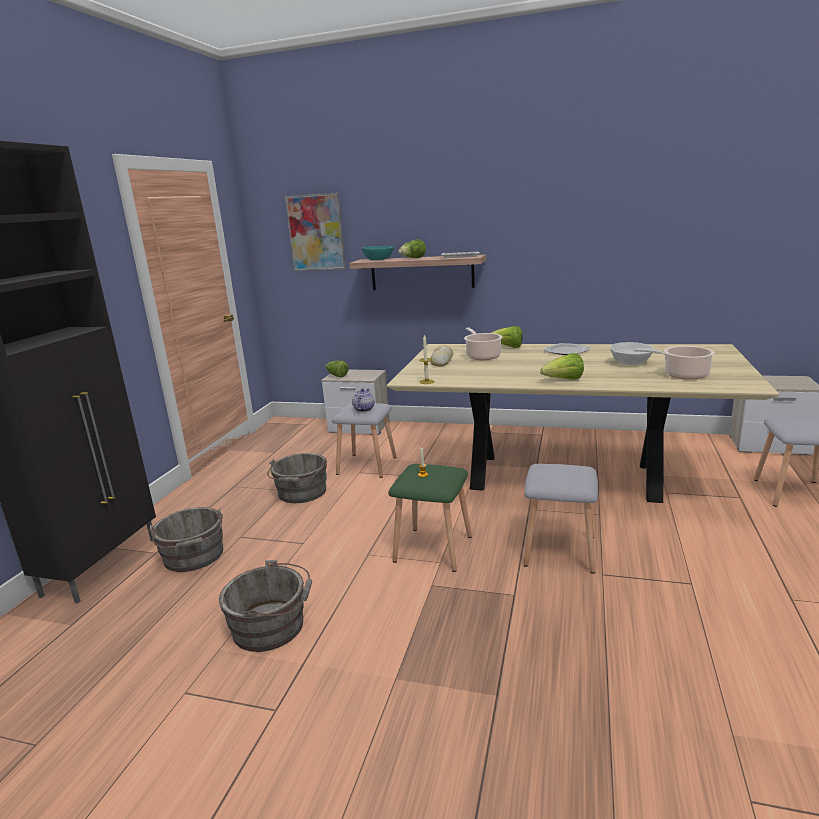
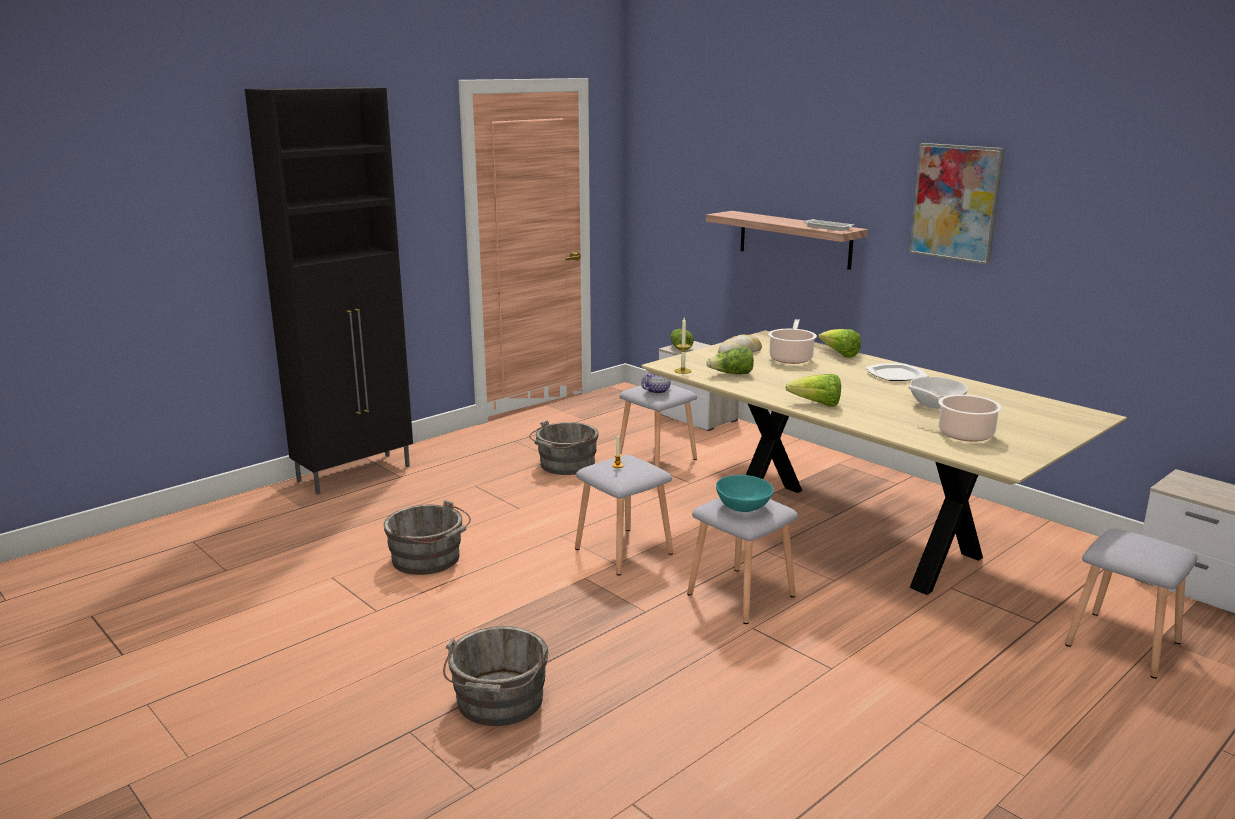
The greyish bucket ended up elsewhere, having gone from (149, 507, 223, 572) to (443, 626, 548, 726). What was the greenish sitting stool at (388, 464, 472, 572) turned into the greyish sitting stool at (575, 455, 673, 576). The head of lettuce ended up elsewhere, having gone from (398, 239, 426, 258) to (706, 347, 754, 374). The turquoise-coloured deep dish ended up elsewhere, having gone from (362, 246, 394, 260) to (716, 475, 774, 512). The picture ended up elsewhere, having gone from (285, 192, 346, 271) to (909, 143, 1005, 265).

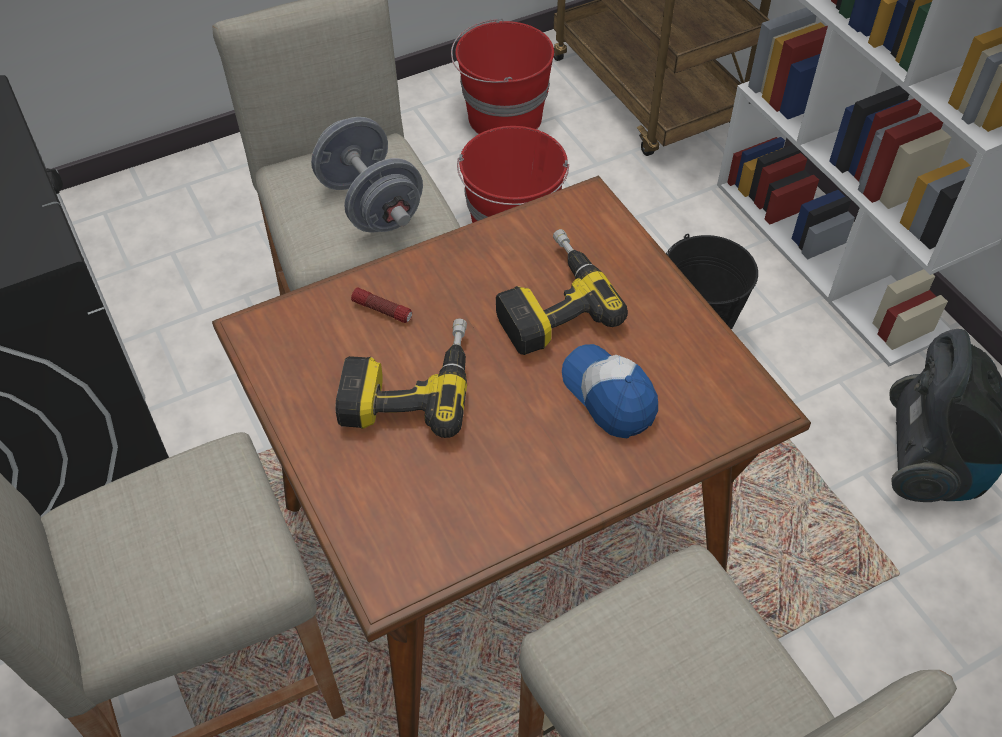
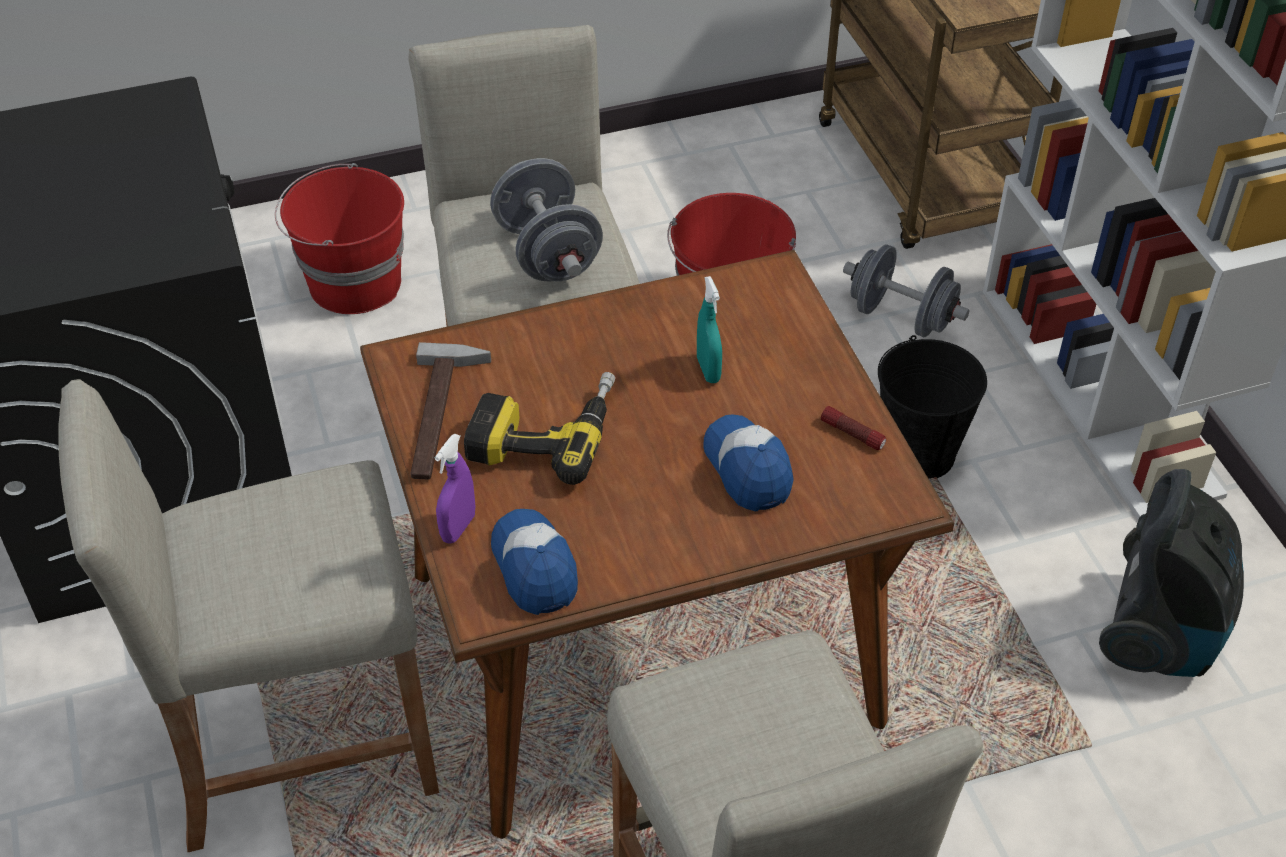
The red bucket ended up elsewhere, having gone from (451, 18, 554, 134) to (275, 163, 404, 314). The second view gained the tool hammer at (410, 342, 491, 479). The second view gained the purple-coloured spray bottle at (435, 434, 475, 543). The second view gained the cap at (491, 509, 578, 615). Where the power drill stood at (496, 229, 628, 355), the turquoise-coloured spray bottle came to stand at (697, 276, 722, 383). The flashlight ended up elsewhere, having gone from (351, 287, 412, 323) to (821, 406, 886, 450). The second view gained the greyish free weight at (843, 244, 970, 337).

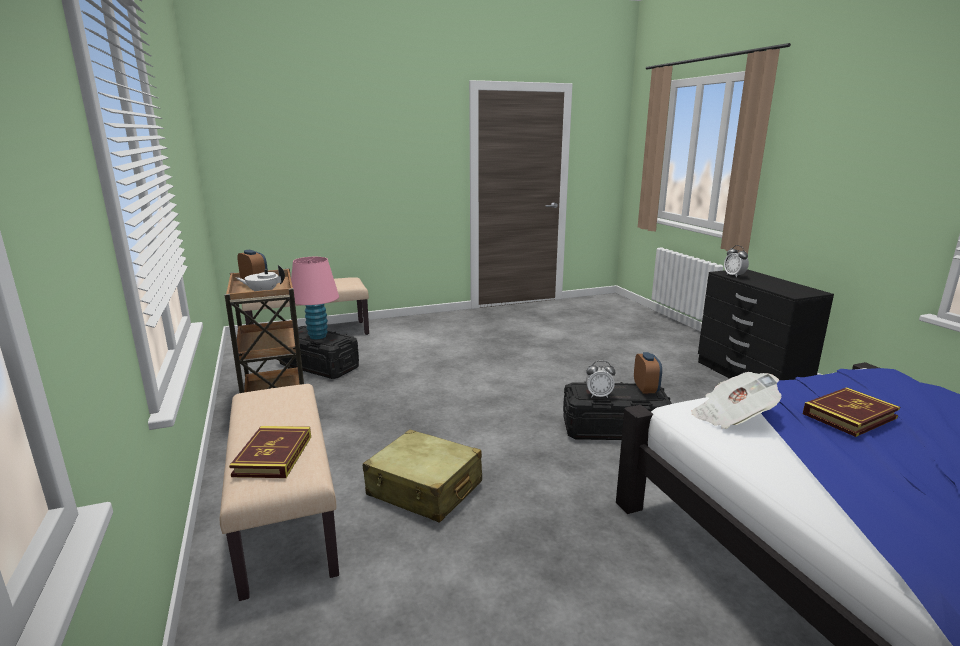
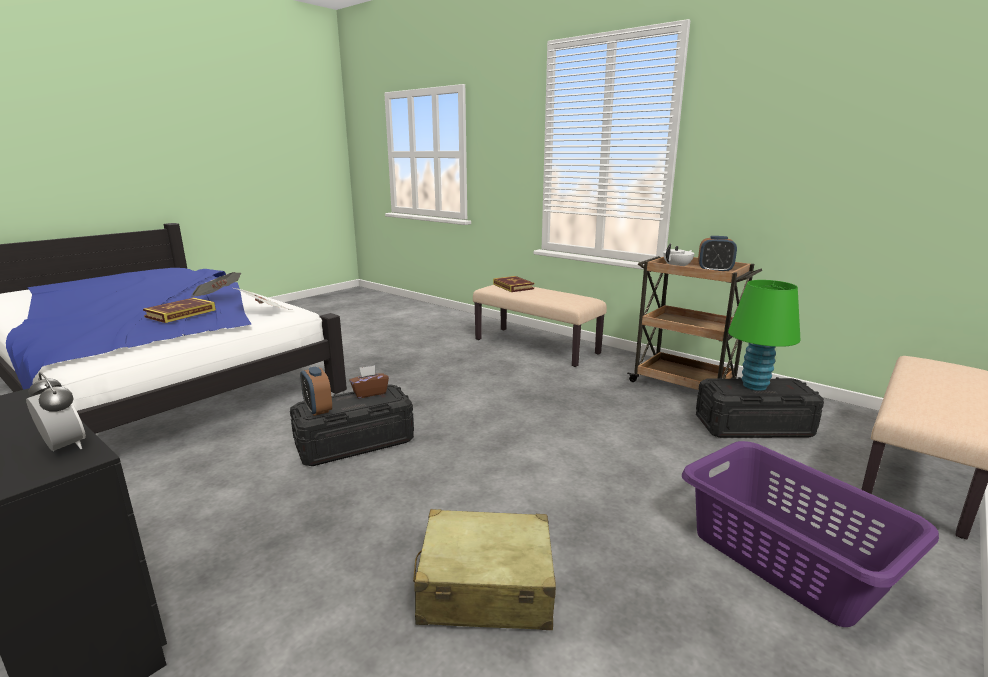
The second view gained the printed paper at (191, 272, 242, 297). Where the alarm clock stood at (586, 361, 616, 398), the brown tissue box came to stand at (349, 365, 389, 398). The sand-coloured travel case ended up elsewhere, having gone from (363, 429, 482, 523) to (413, 509, 556, 630). The second view gained the purple-coloured laundry basket at (682, 441, 939, 627). What was the pinkish tabletop lamp at (291, 257, 339, 339) turned into the greenish tabletop lamp at (728, 280, 801, 391).

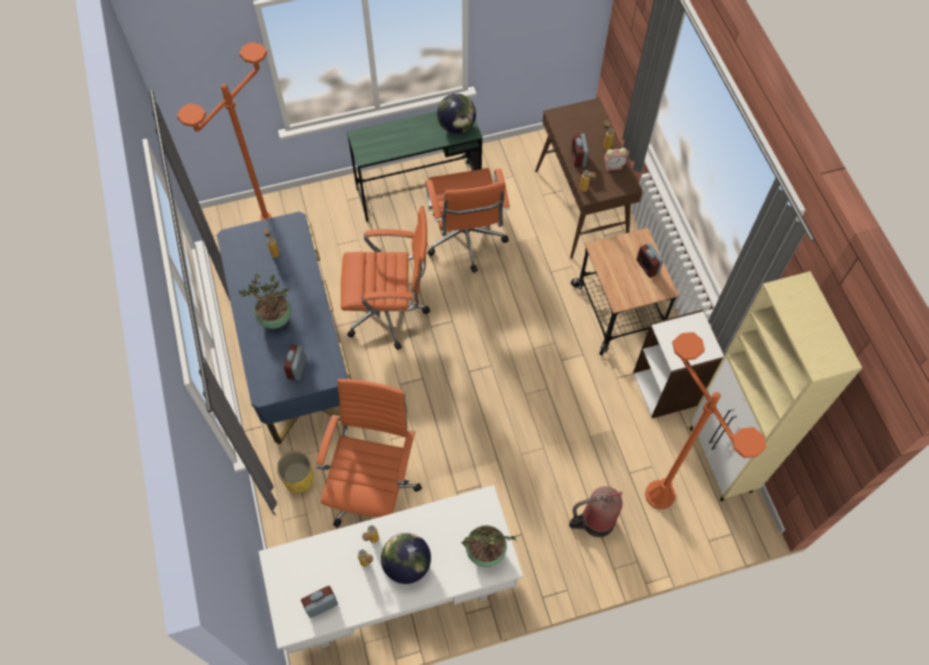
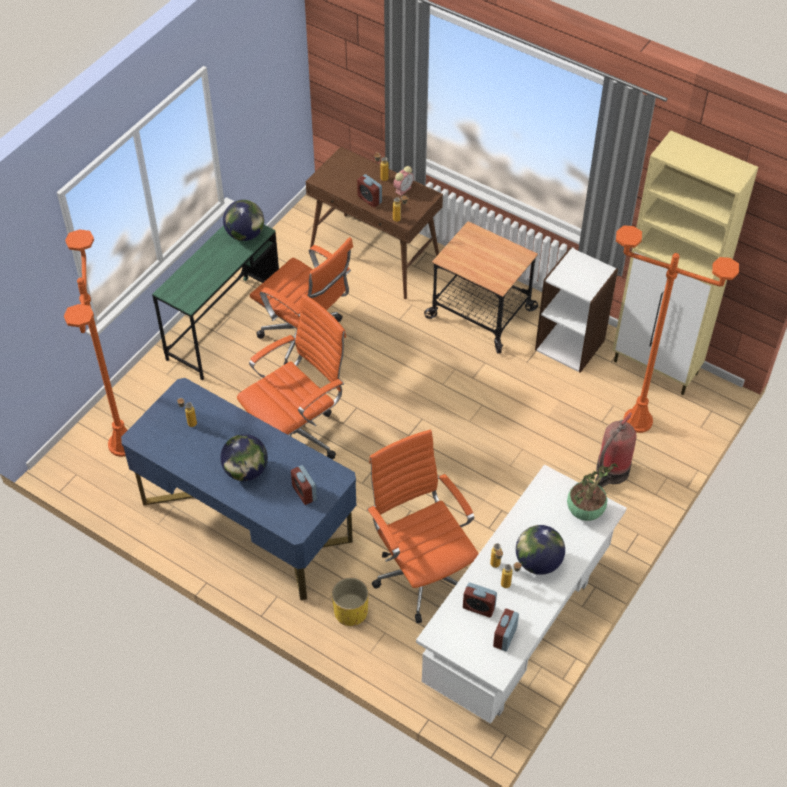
Where the potted plant stood at (239, 273, 291, 329), the globe came to stand at (220, 434, 268, 481). The alarm clock ended up elsewhere, having gone from (637, 243, 663, 278) to (463, 583, 497, 617).

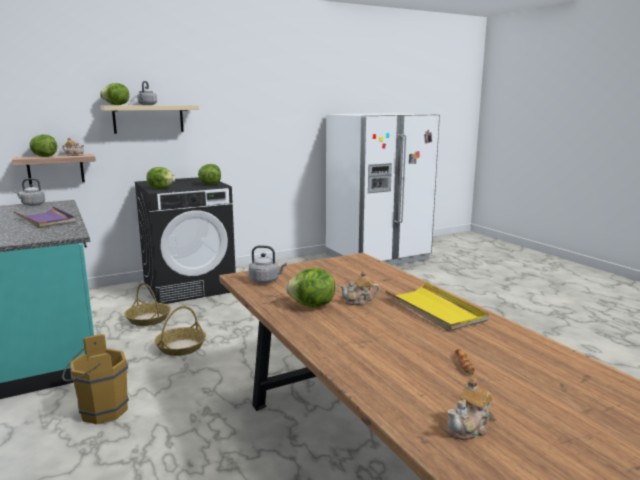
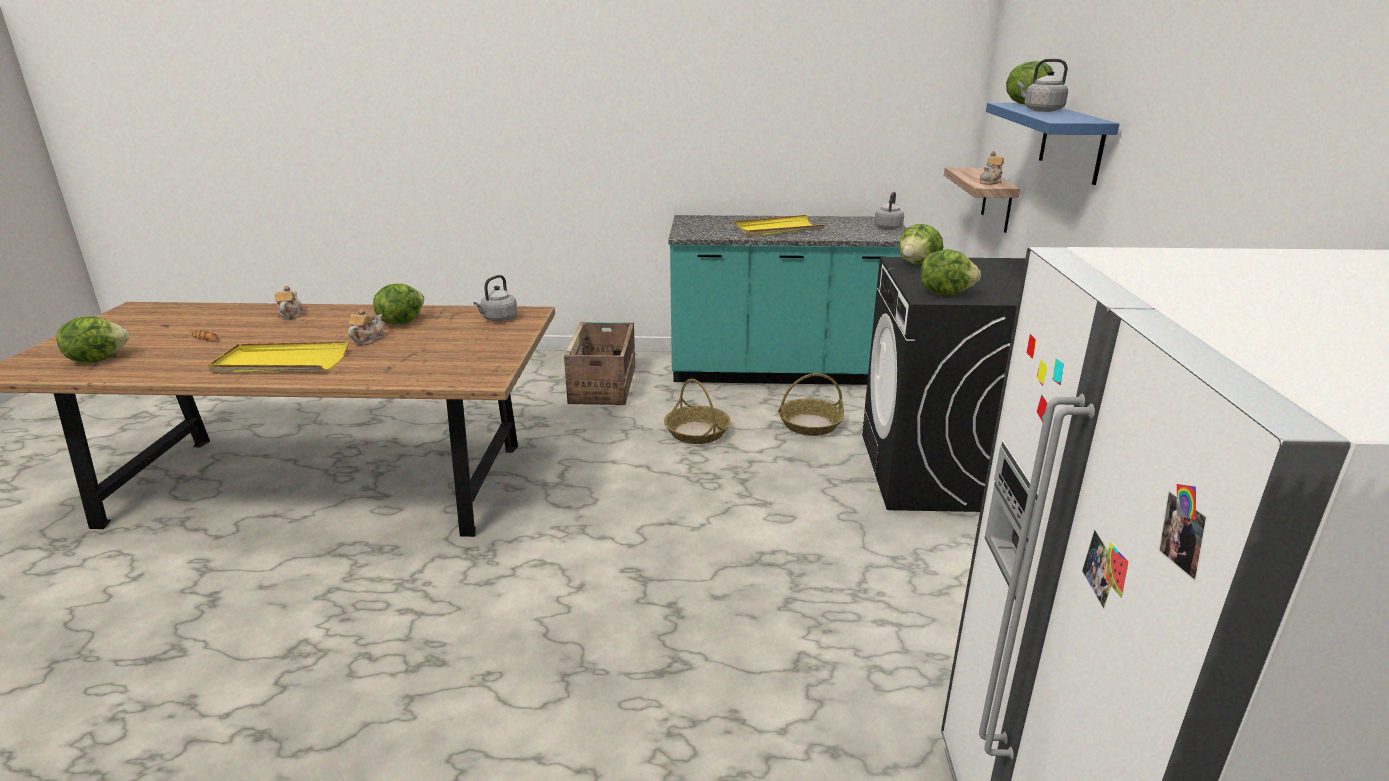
The head of lettuce ended up elsewhere, having gone from (30, 134, 57, 157) to (56, 317, 129, 363). The teapot ended up elsewhere, having gone from (446, 378, 493, 440) to (275, 286, 304, 320). Where the brown bucket stood at (62, 334, 129, 424), the crate came to stand at (564, 322, 635, 405). What was the purple-coloured serving tray at (13, 206, 76, 228) turned into the yellow serving tray at (734, 215, 825, 237). What was the sand-coloured wall shelf at (100, 105, 199, 134) turned into the blue-coloured wall shelf at (986, 103, 1119, 185).

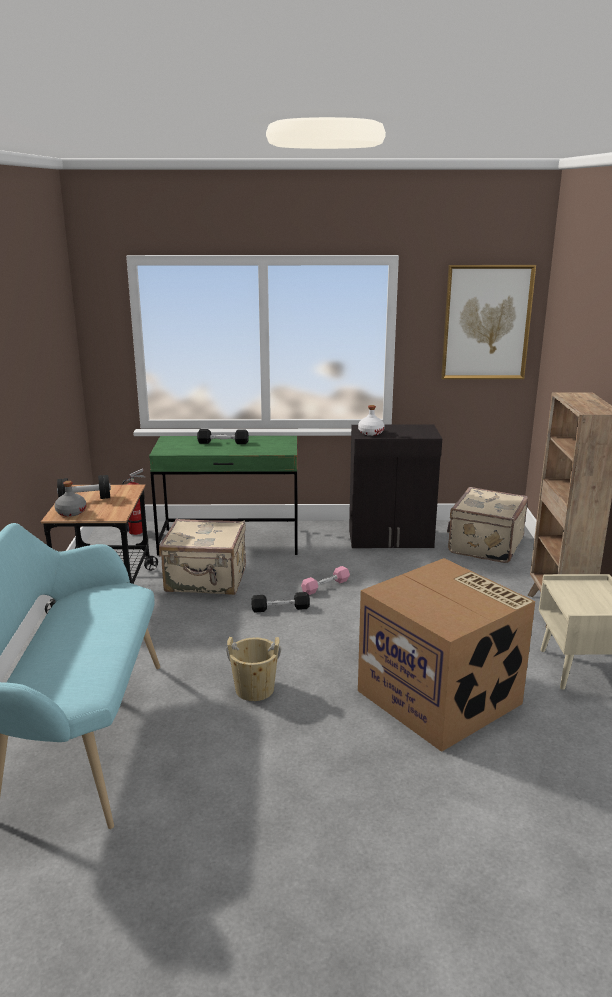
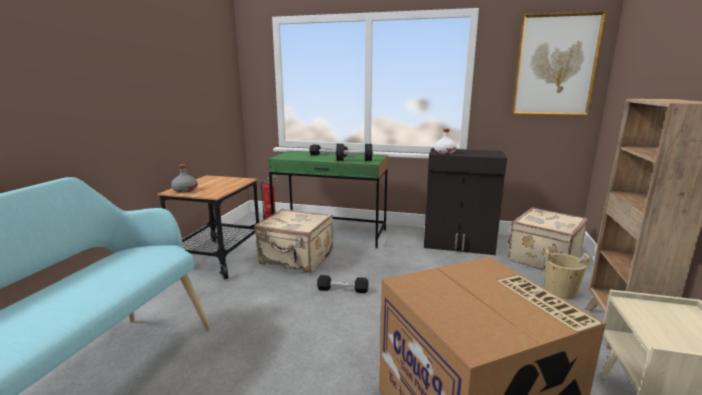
The blackish free weight ended up elsewhere, having gone from (57, 475, 111, 499) to (336, 144, 373, 161). The sand-coloured bucket ended up elsewhere, having gone from (226, 637, 281, 701) to (542, 249, 590, 299). The second view lost the pinkish free weight at (301, 566, 350, 595).

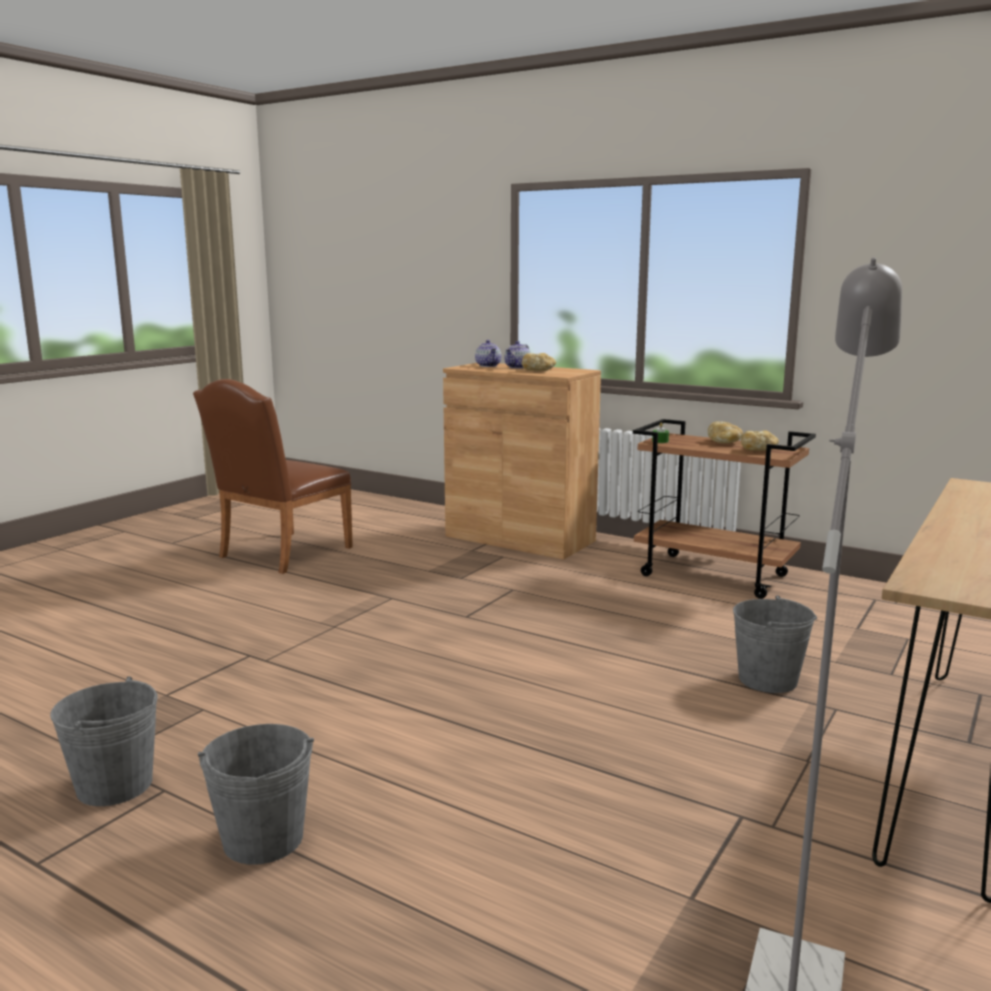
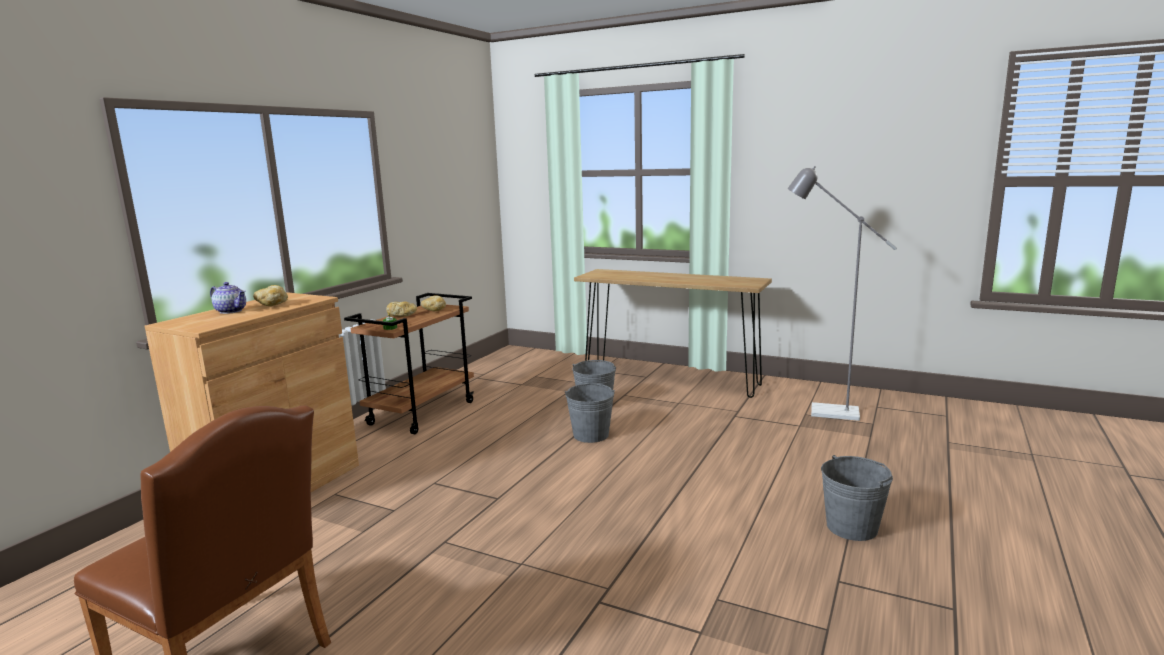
The greyish bucket ended up elsewhere, having gone from (50, 676, 158, 806) to (565, 383, 615, 443). The second view lost the teapot at (475, 340, 501, 367).

